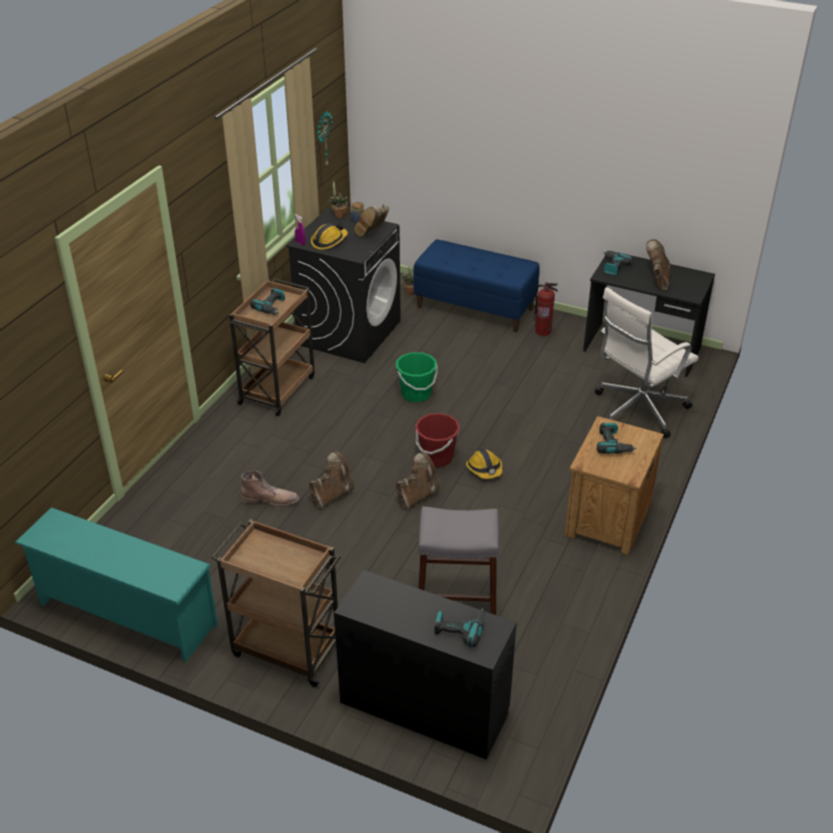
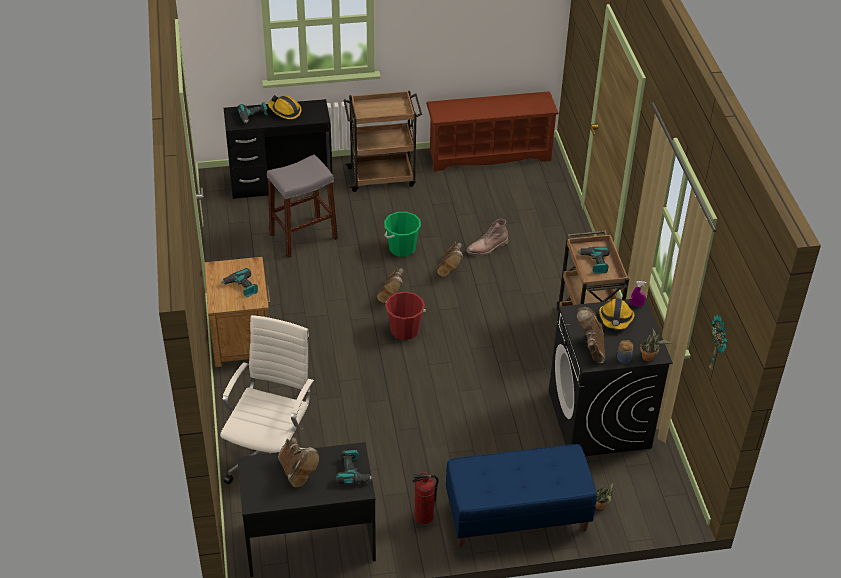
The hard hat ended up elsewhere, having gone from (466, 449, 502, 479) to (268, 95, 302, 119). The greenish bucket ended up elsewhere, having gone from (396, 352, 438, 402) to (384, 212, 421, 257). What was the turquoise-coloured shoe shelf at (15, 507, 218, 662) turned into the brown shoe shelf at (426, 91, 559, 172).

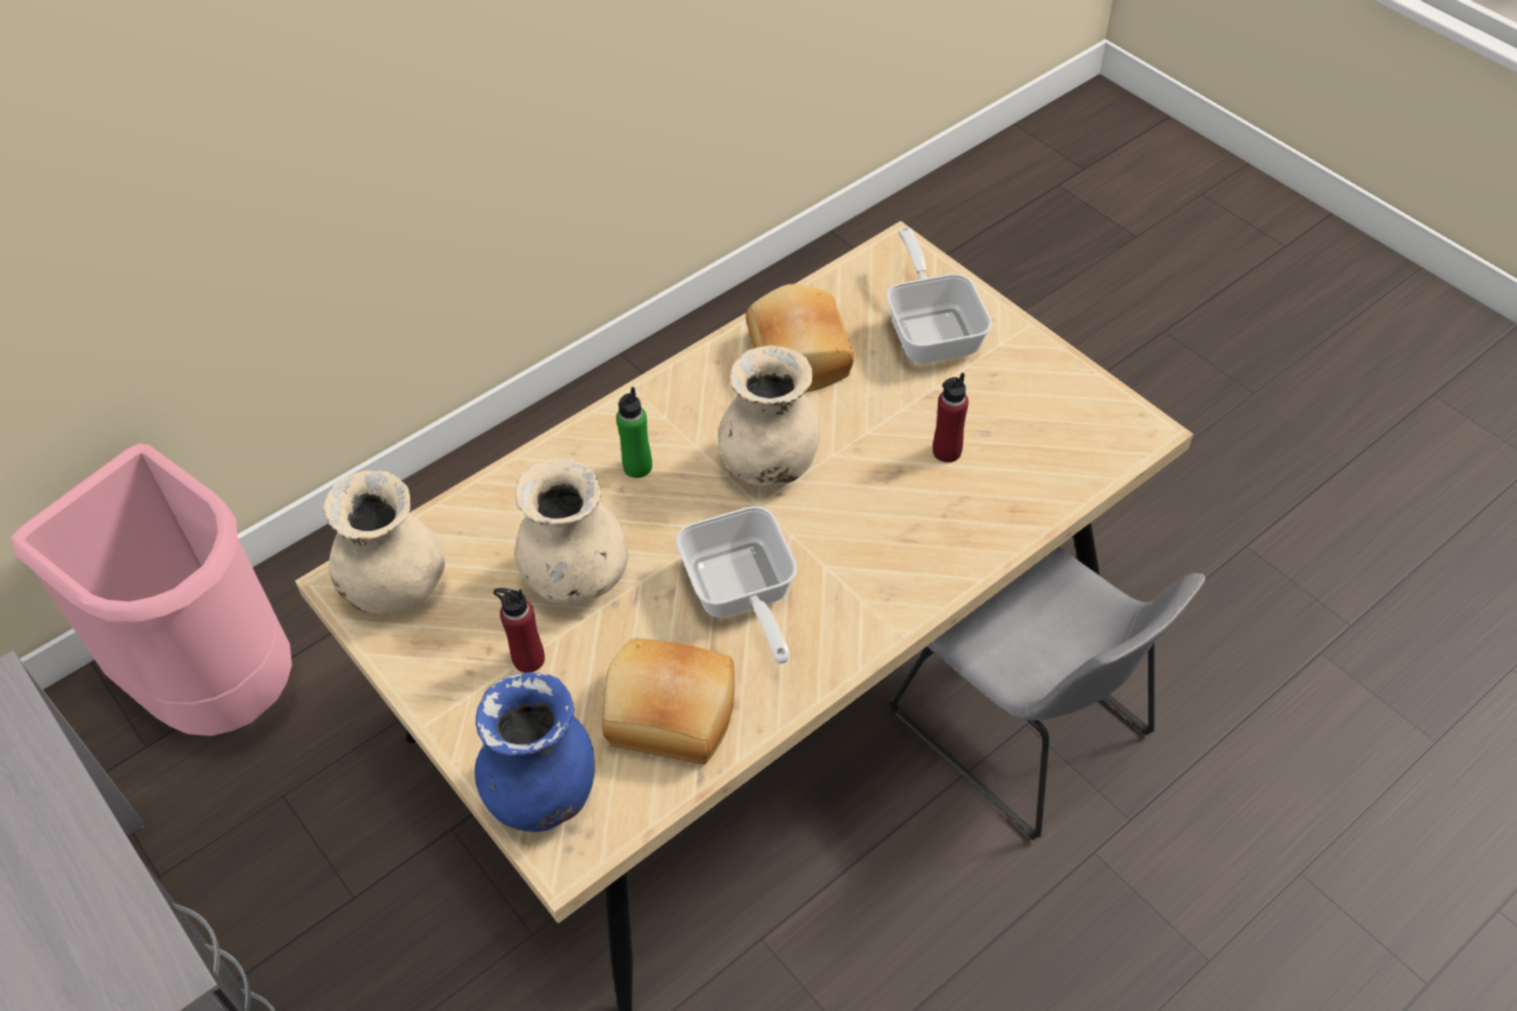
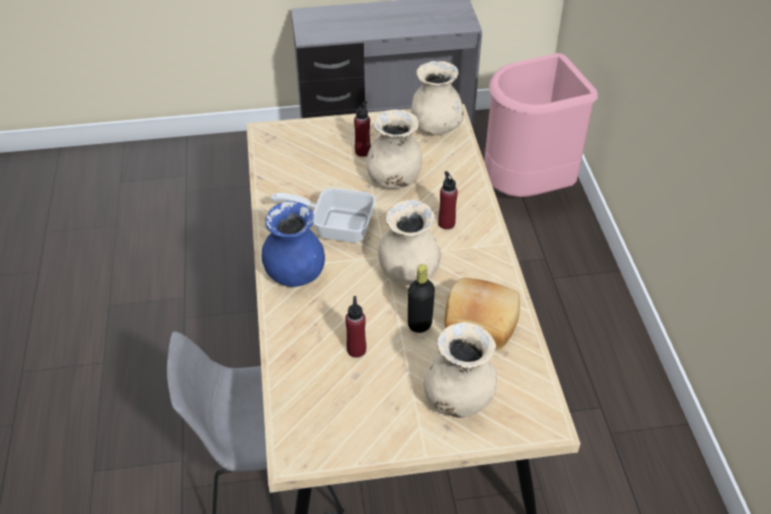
The blue-coloured decorative vase ended up elsewhere, having gone from (475, 672, 595, 832) to (262, 201, 325, 287). The second view gained the blackish drink bottle at (408, 264, 435, 333). Where the pan stood at (886, 227, 992, 364), the sand-coloured decorative vase came to stand at (424, 322, 497, 418). What was the greenish drink bottle at (616, 387, 652, 478) turned into the red drink bottle at (438, 171, 458, 230). The second view lost the bread at (602, 638, 735, 765).

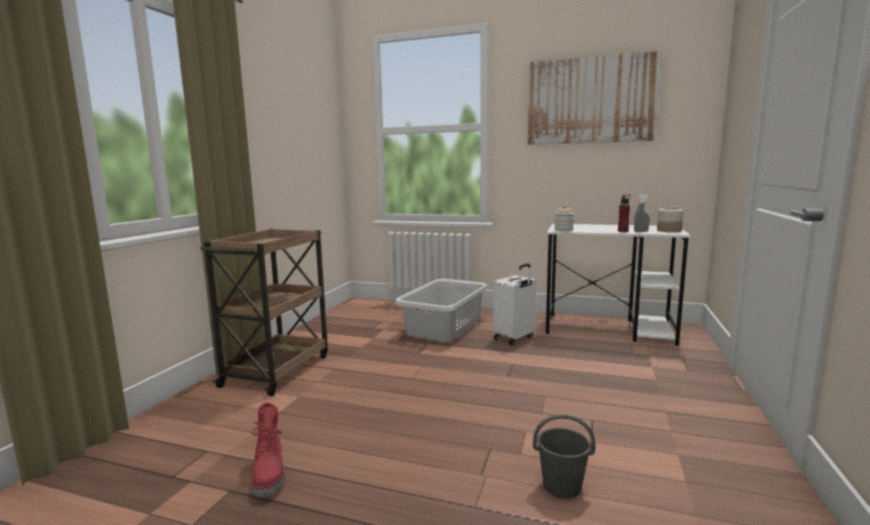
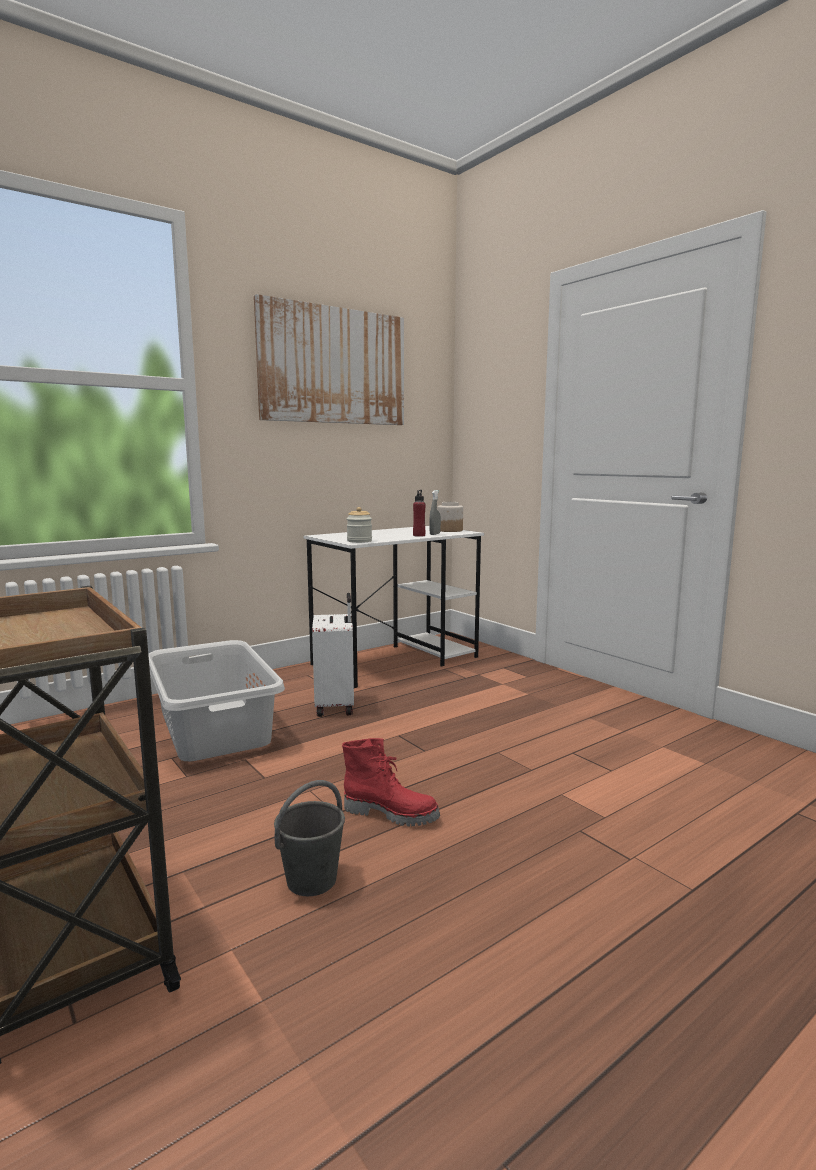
The greyish bucket ended up elsewhere, having gone from (533, 414, 595, 499) to (274, 780, 345, 896). The red tall boot ended up elsewhere, having gone from (251, 403, 285, 497) to (342, 738, 440, 826).

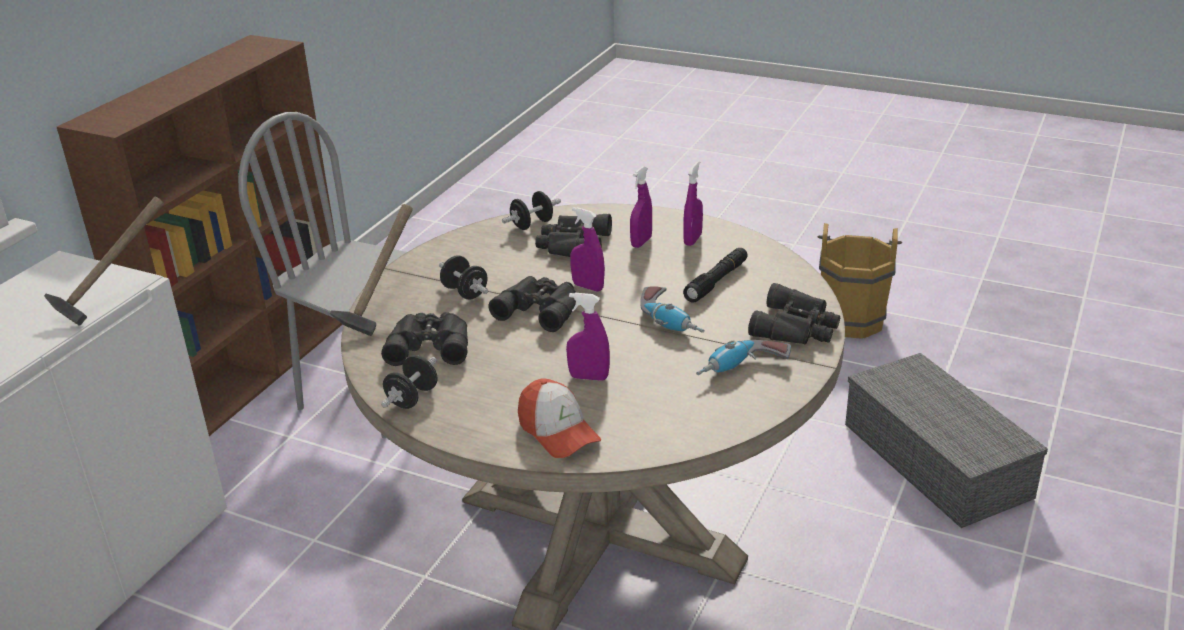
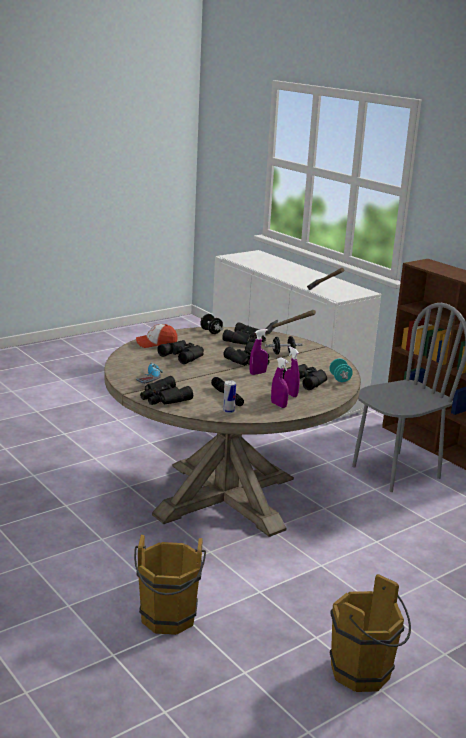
Where the greyish storage bin stood at (845, 353, 1048, 528), the brown bucket came to stand at (134, 534, 206, 635). Where the purple-coloured spray bottle stood at (566, 293, 610, 381), the blackish pair of binoculars came to stand at (157, 340, 204, 364). The second view gained the sealed can at (223, 380, 236, 413). What was the blackish free weight at (502, 191, 561, 230) turned into the turquoise-coloured free weight at (330, 358, 353, 382). The second view lost the power drill at (640, 286, 704, 333).

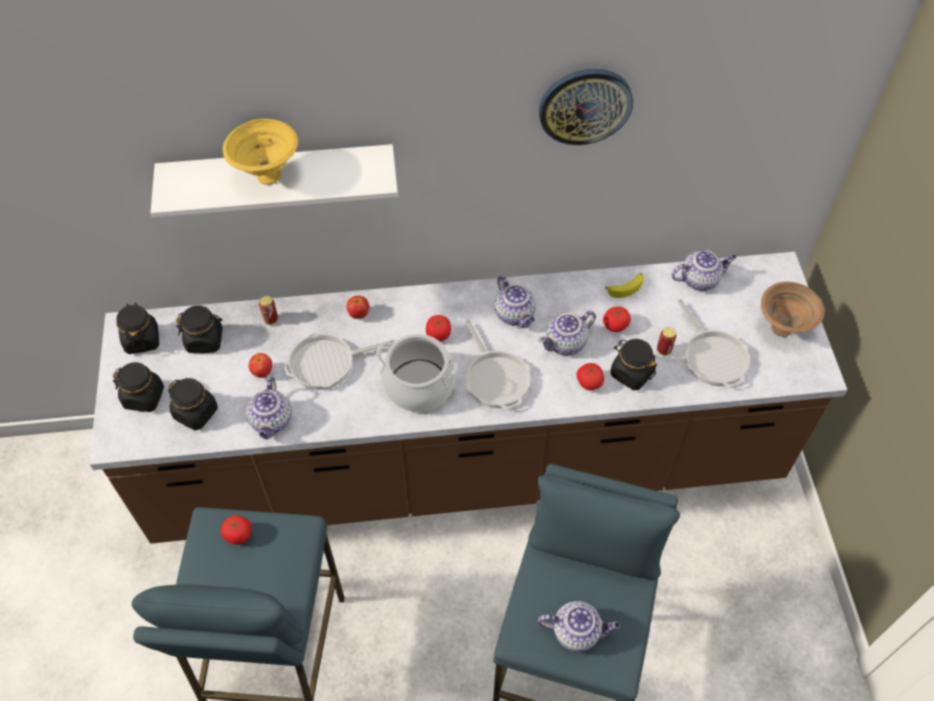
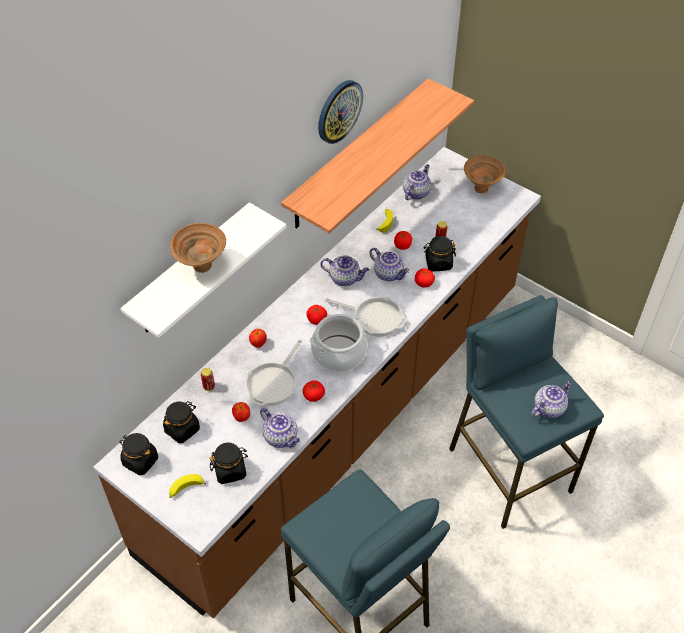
Where the blackish jar stood at (113, 362, 164, 412), the banana fruit came to stand at (169, 474, 206, 498). What was the yellow deep dish at (223, 119, 298, 185) turned into the brown deep dish at (170, 223, 226, 273). The second view gained the wall shelf at (281, 78, 474, 234). The fresh tomato ended up elsewhere, having gone from (220, 515, 252, 545) to (303, 380, 325, 402). The teapot at (539, 311, 596, 355) ended up facing another way, 60 degrees counterclockwise from before. The second view lost the pan at (677, 299, 750, 387).

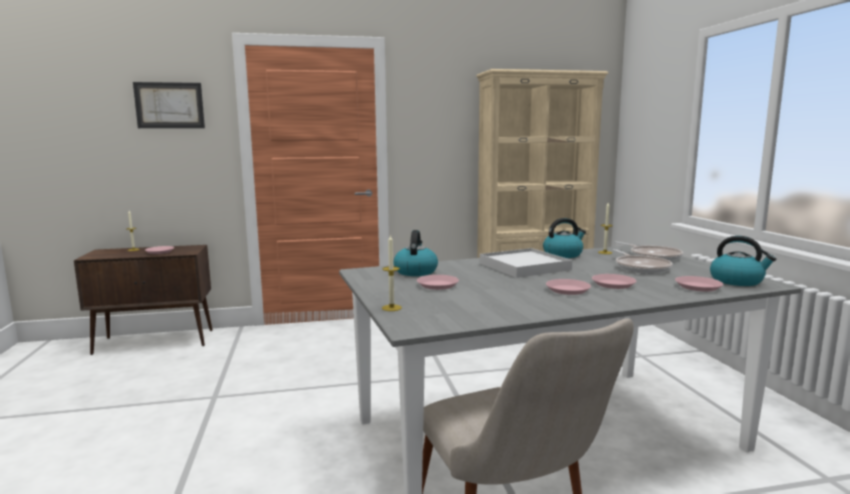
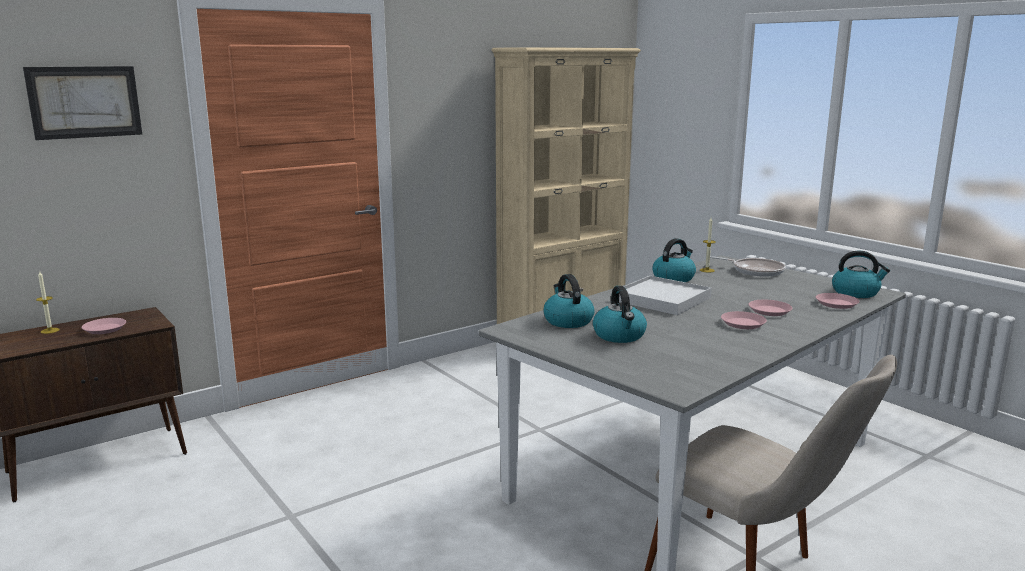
Where the pinkish plate stood at (417, 275, 459, 290), the tea kettle came to stand at (593, 286, 647, 343). The second view lost the wax light at (382, 234, 402, 311). The second view lost the pan at (613, 249, 673, 274).

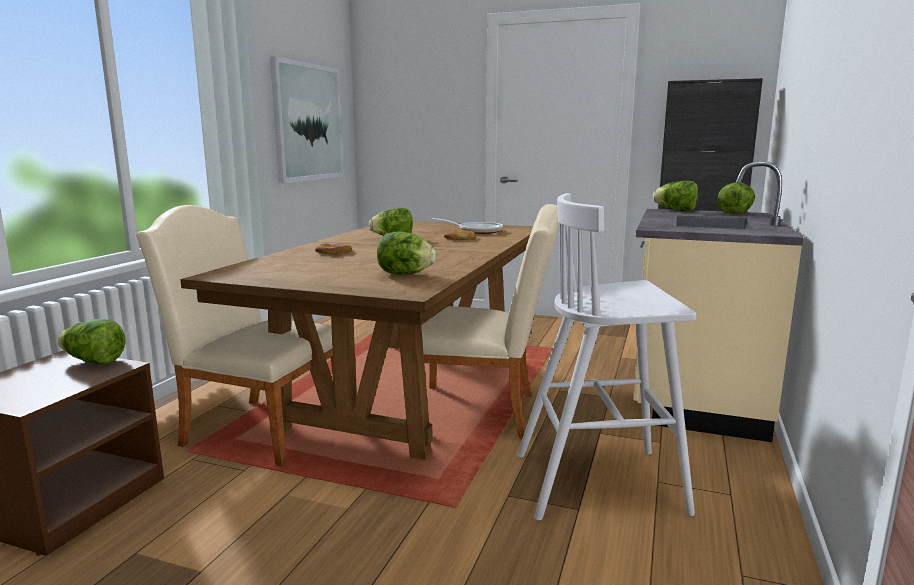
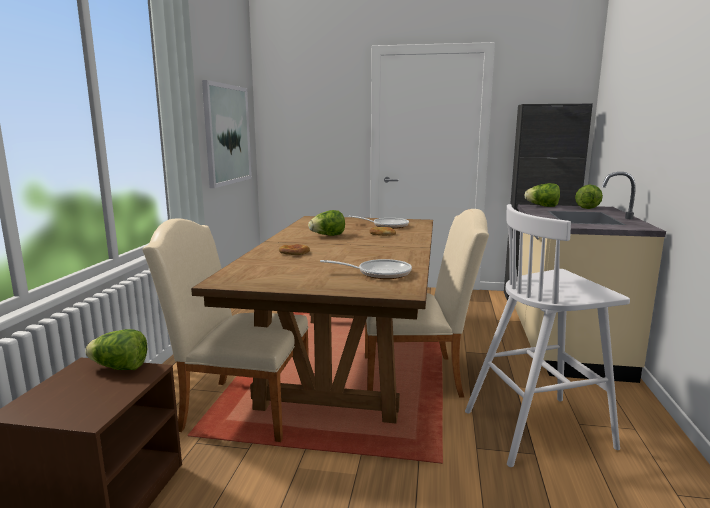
Where the head of lettuce stood at (377, 232, 436, 275), the pan came to stand at (320, 259, 412, 279).

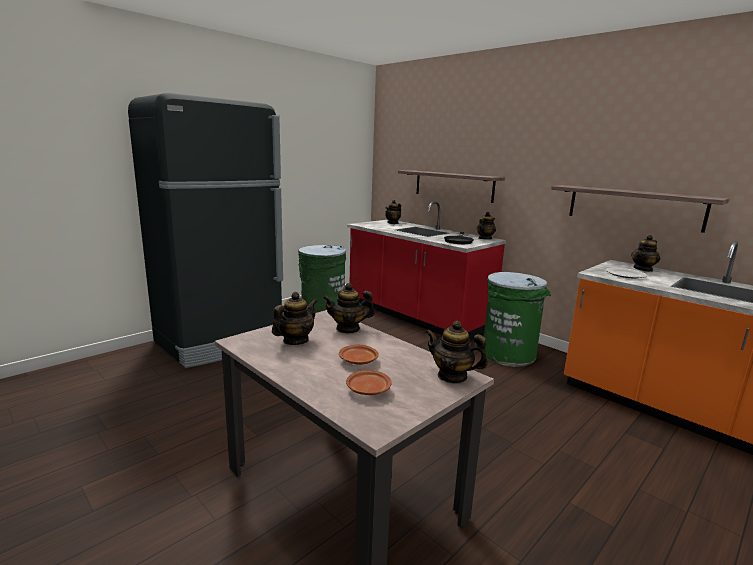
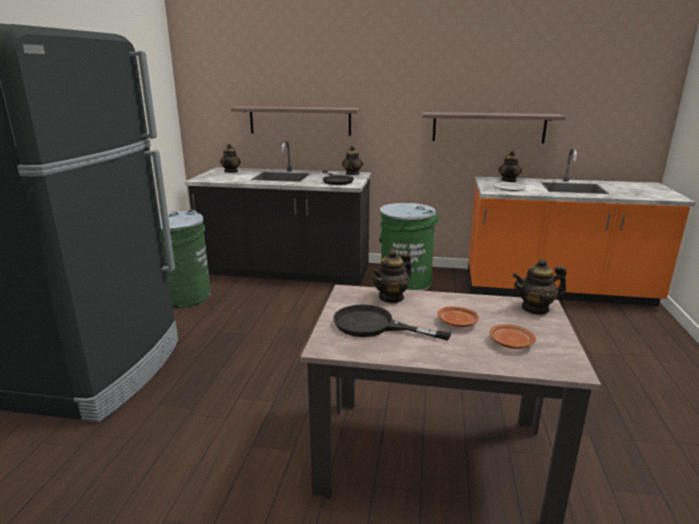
What was the red kitchen counter at (347, 201, 506, 341) turned into the blackish kitchen counter at (185, 140, 371, 285). Where the teapot stood at (272, 292, 317, 345), the blackish pan came to stand at (333, 304, 451, 341).

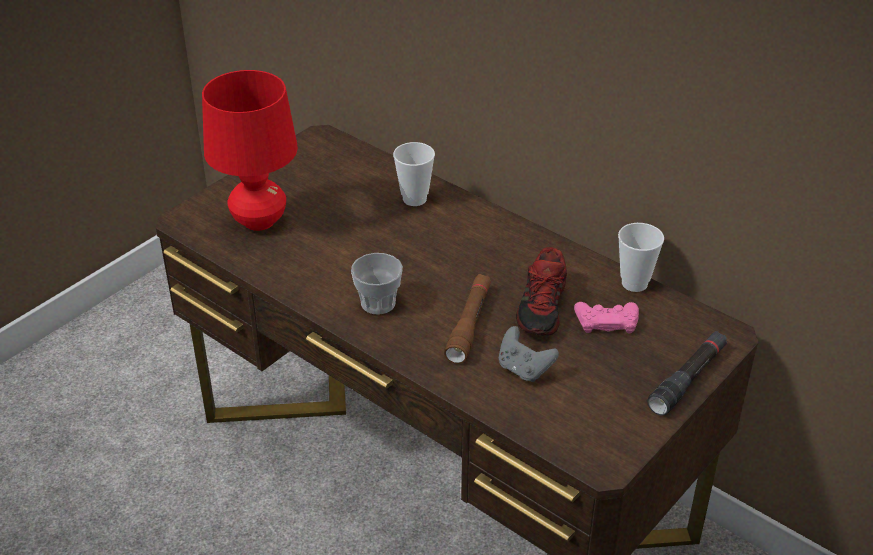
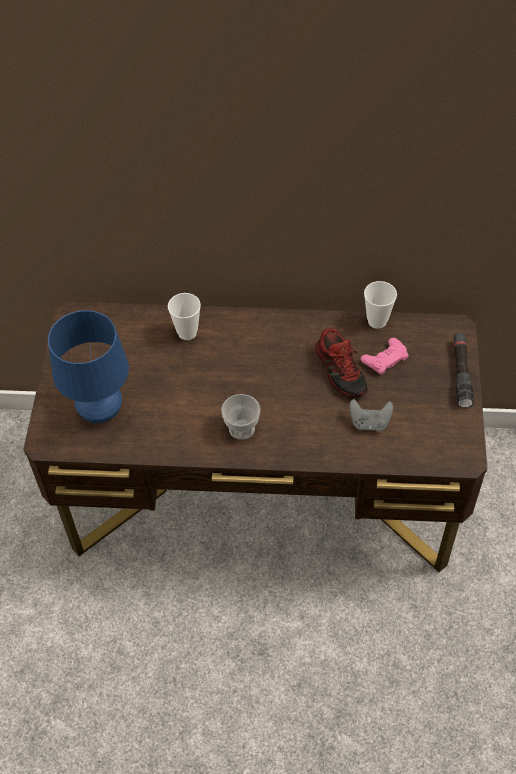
What was the red tabletop lamp at (202, 70, 298, 231) turned into the blue-coloured tabletop lamp at (48, 310, 129, 423). The second view lost the brown flashlight at (444, 274, 491, 364).

